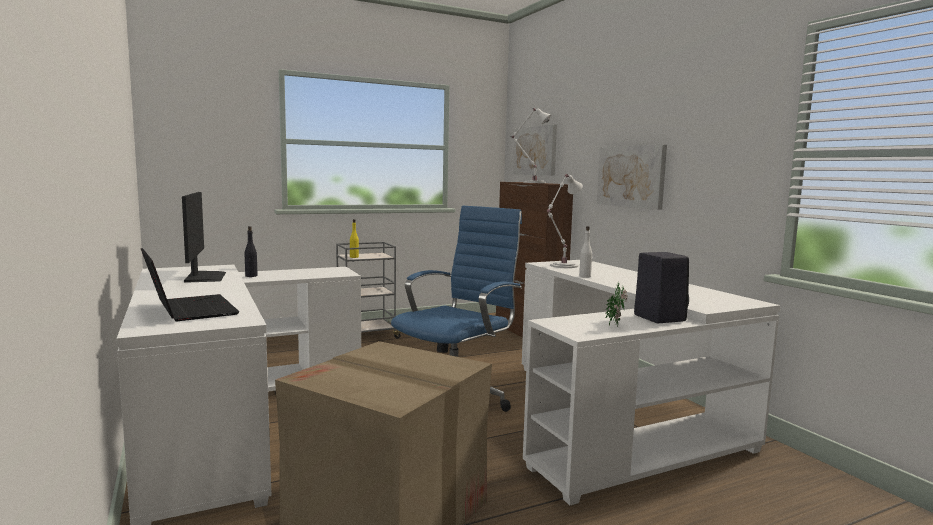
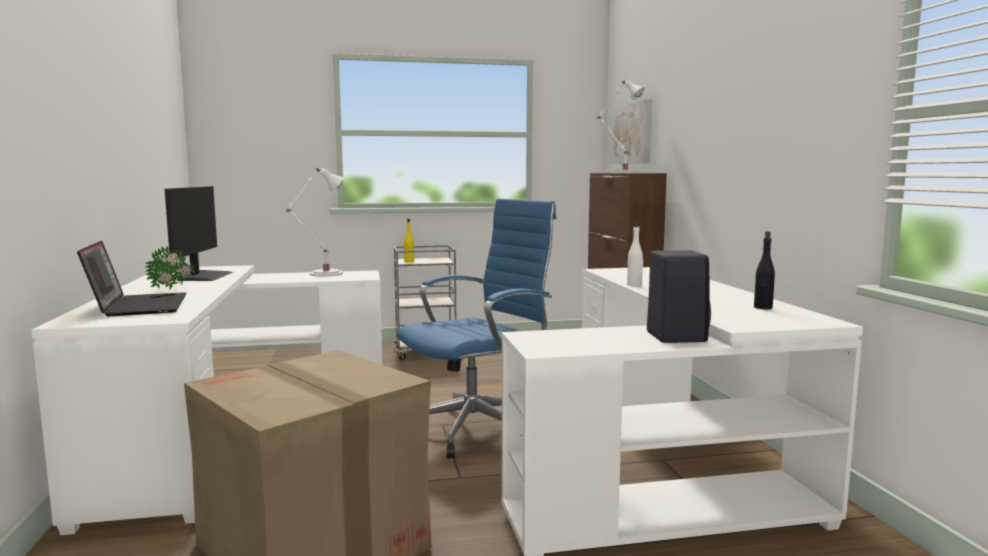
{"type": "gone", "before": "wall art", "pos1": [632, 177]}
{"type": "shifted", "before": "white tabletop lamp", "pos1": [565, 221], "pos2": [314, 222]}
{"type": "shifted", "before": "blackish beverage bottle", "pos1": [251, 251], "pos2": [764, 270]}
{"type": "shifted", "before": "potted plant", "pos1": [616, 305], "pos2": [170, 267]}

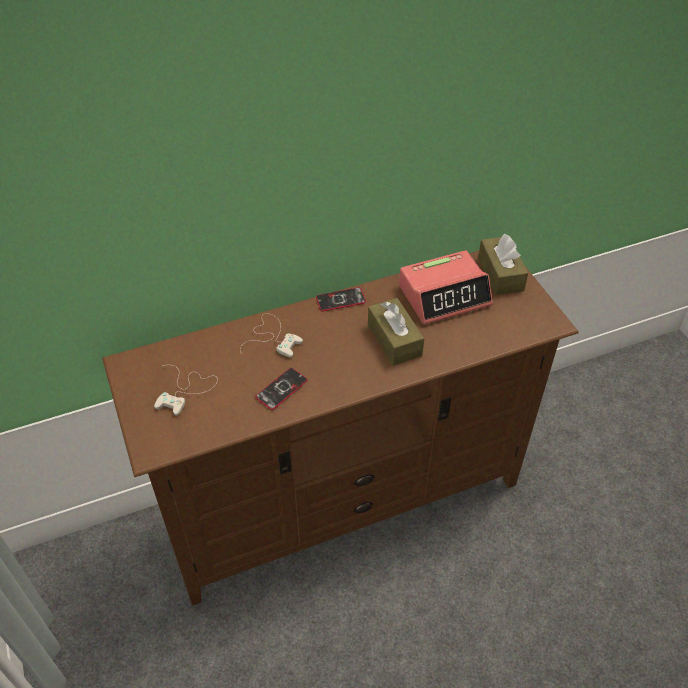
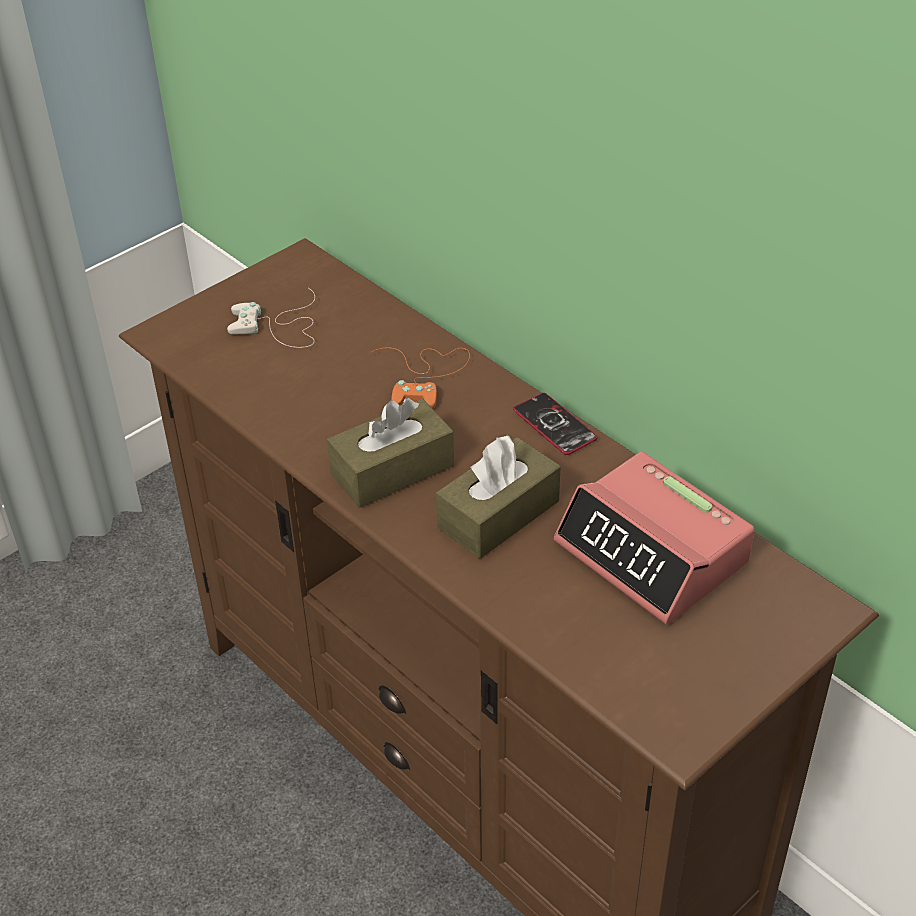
{"type": "shifted", "before": "brownish tissue holder", "pos1": [503, 264], "pos2": [390, 453]}
{"type": "repainted", "before": "white gamepad", "after": "orange gamepad", "pos1": [271, 335], "pos2": [420, 378]}
{"type": "gone", "before": "handset", "pos1": [281, 389]}

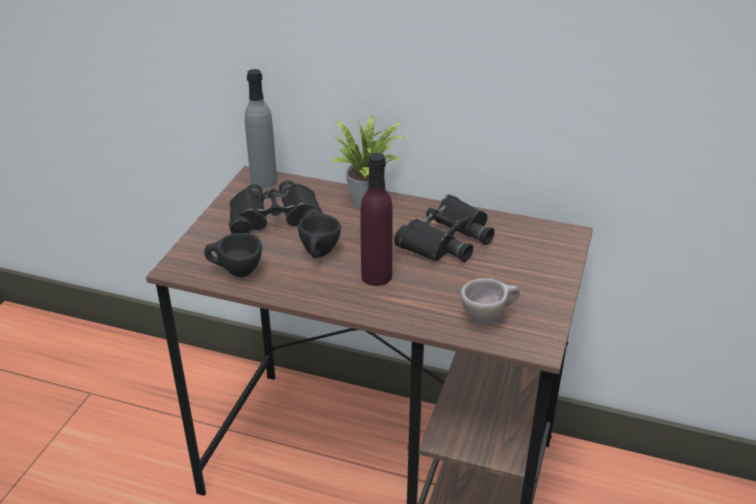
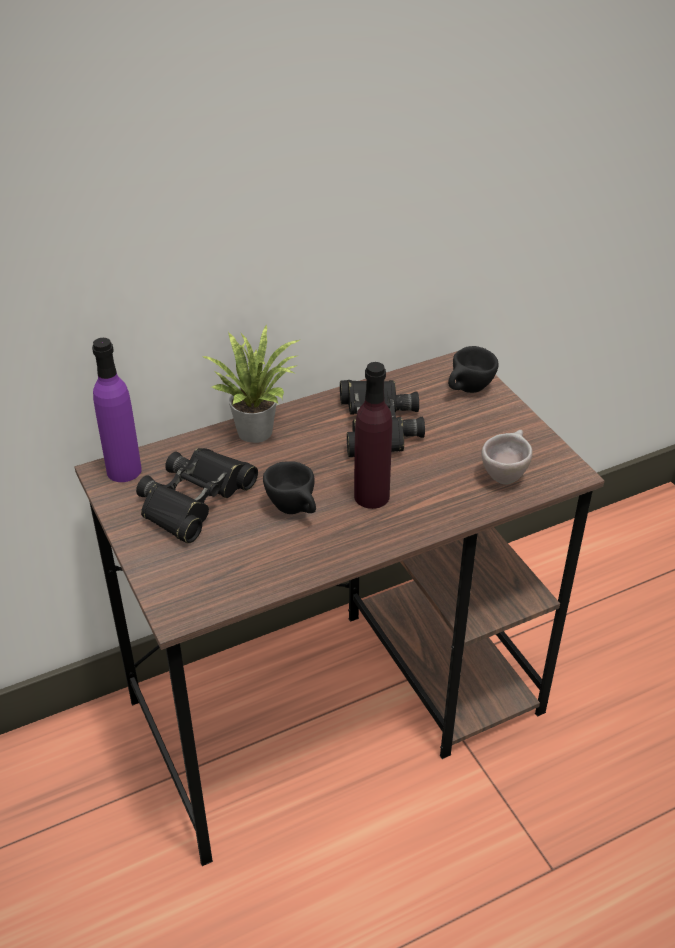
{"type": "repainted", "before": "gray beverage bottle", "after": "purplish beverage bottle", "pos1": [261, 129], "pos2": [117, 410]}
{"type": "shifted", "before": "blackish drinking cup", "pos1": [233, 255], "pos2": [473, 369]}

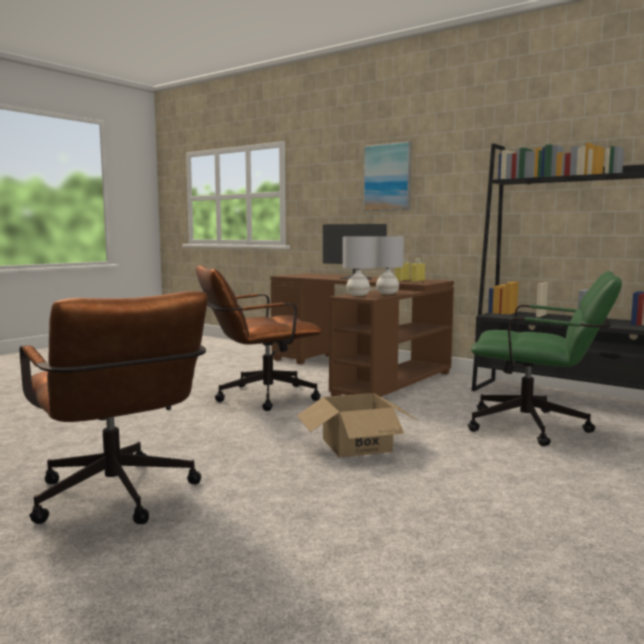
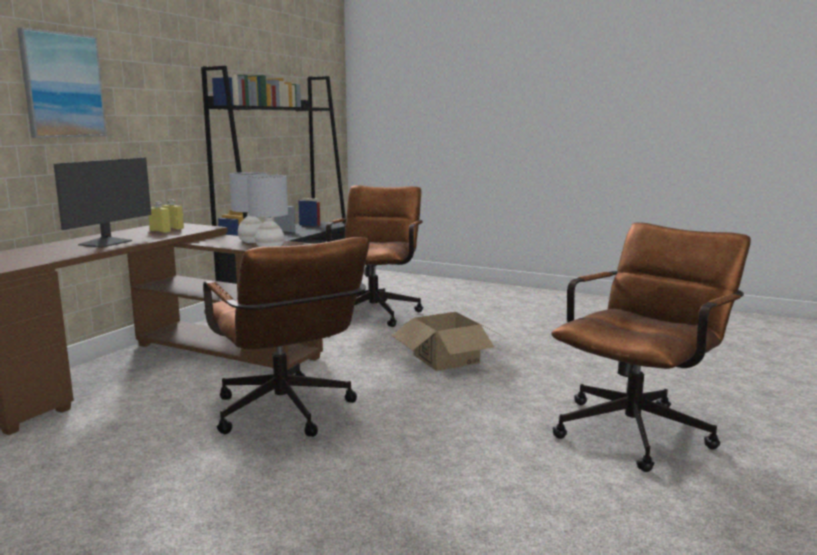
{"type": "repainted", "before": "green computer chair", "after": "brownish computer chair", "pos1": [545, 358], "pos2": [374, 256]}

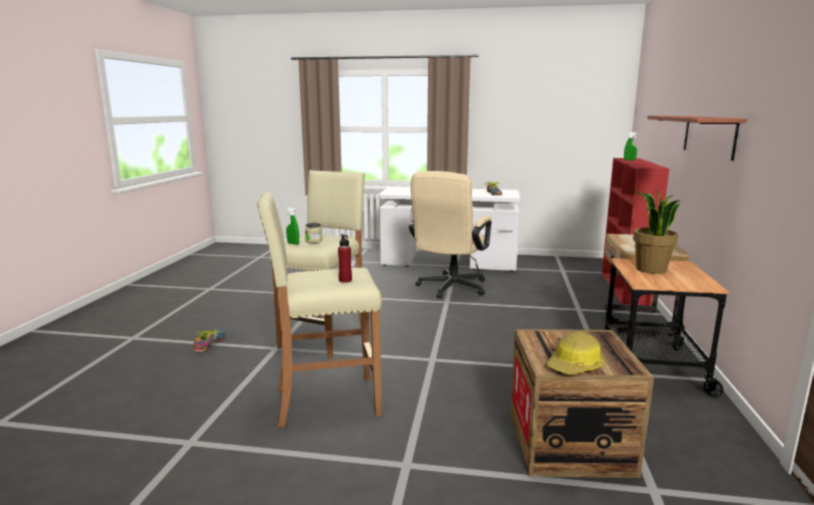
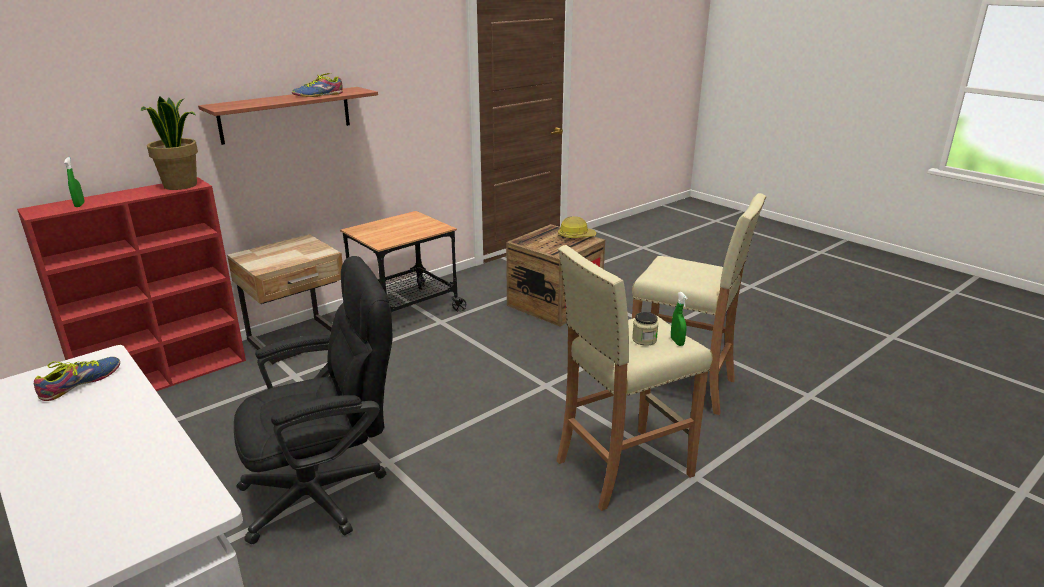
{"type": "repainted", "before": "beige computer chair", "after": "blackish computer chair", "pos1": [450, 235], "pos2": [313, 400]}
{"type": "shifted", "before": "potted plant", "pos1": [657, 232], "pos2": [169, 143]}
{"type": "gone", "before": "reddish beverage bottle", "pos1": [345, 258]}
{"type": "shifted", "before": "item of footwear", "pos1": [210, 340], "pos2": [317, 85]}

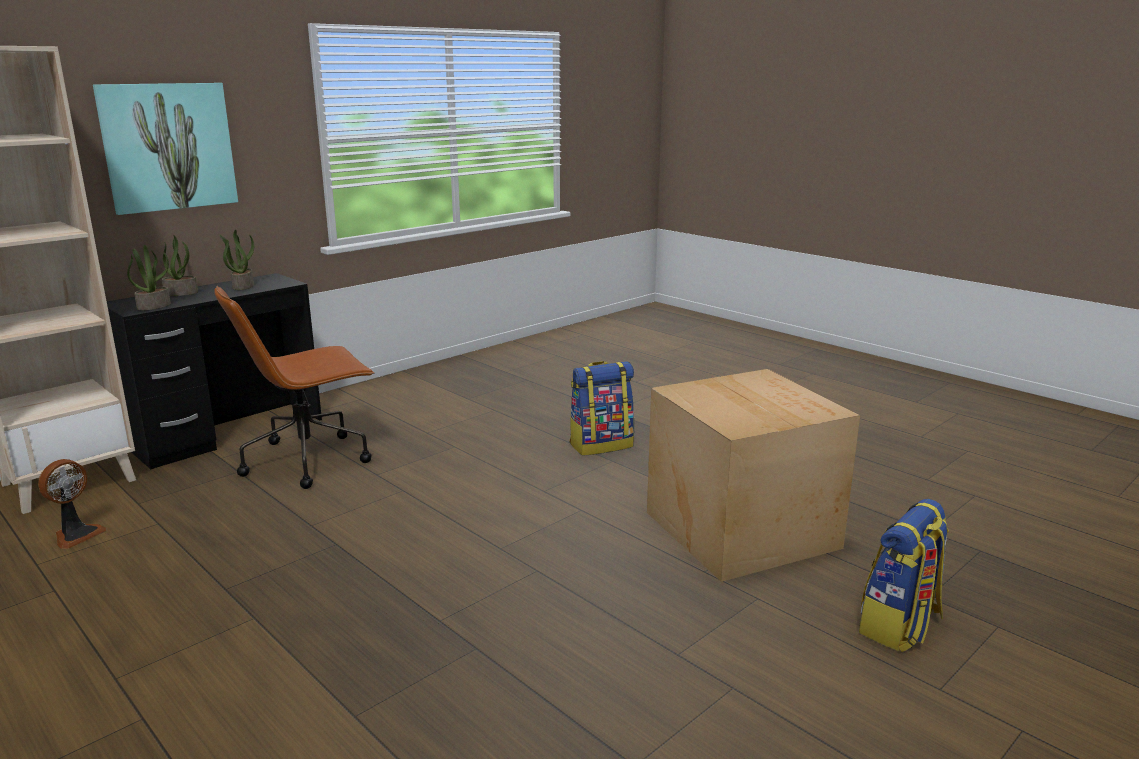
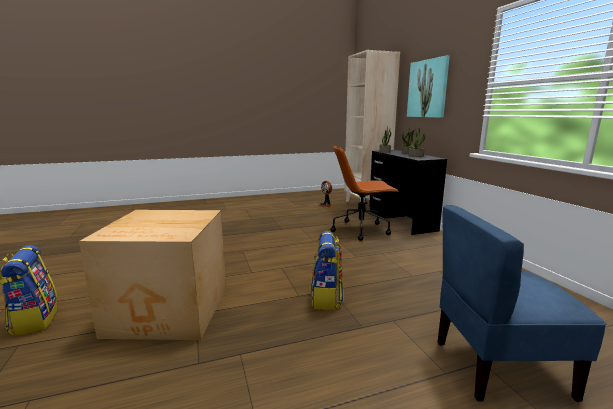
{"type": "rotated", "before": "brownish computer chair", "pos1": [294, 387], "pos2": [365, 193], "turn": -90}
{"type": "new", "after": "blue-coloured upright chair", "pos2": [522, 303]}

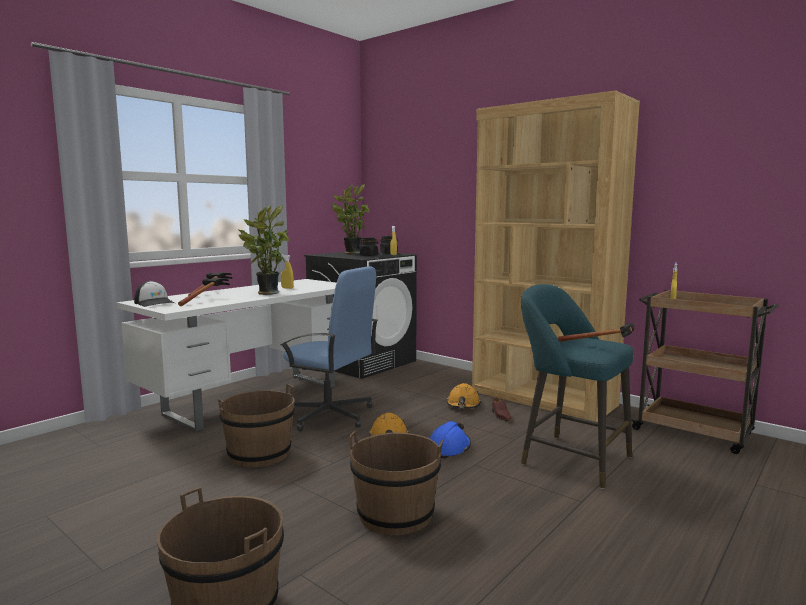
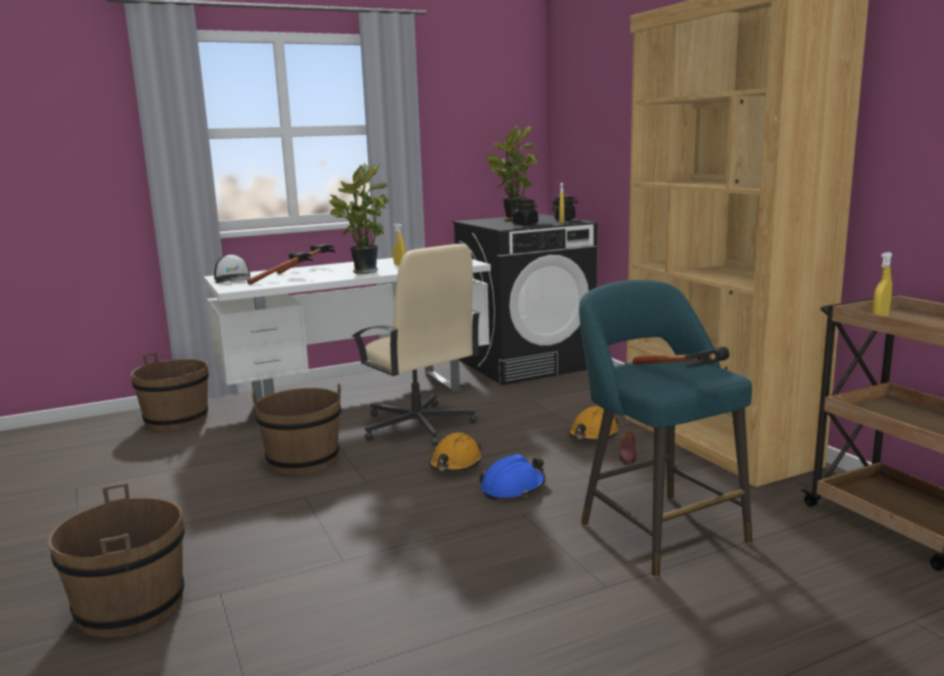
{"type": "repainted", "before": "blue-coloured computer chair", "after": "beige computer chair", "pos1": [329, 348], "pos2": [416, 345]}
{"type": "shifted", "before": "brownish bucket", "pos1": [396, 483], "pos2": [170, 391]}

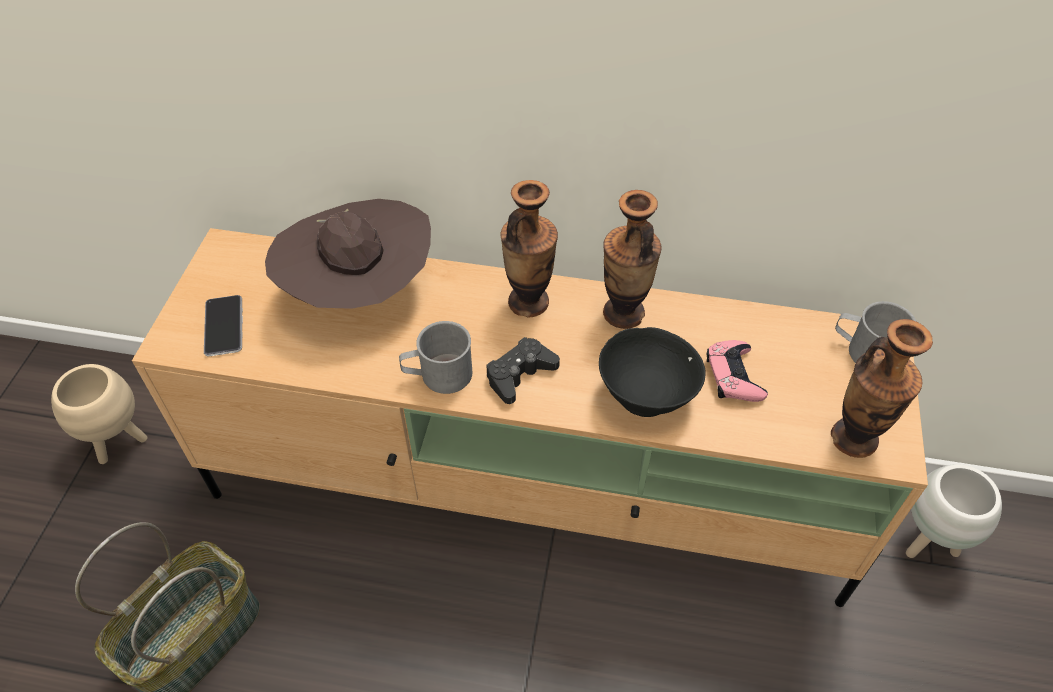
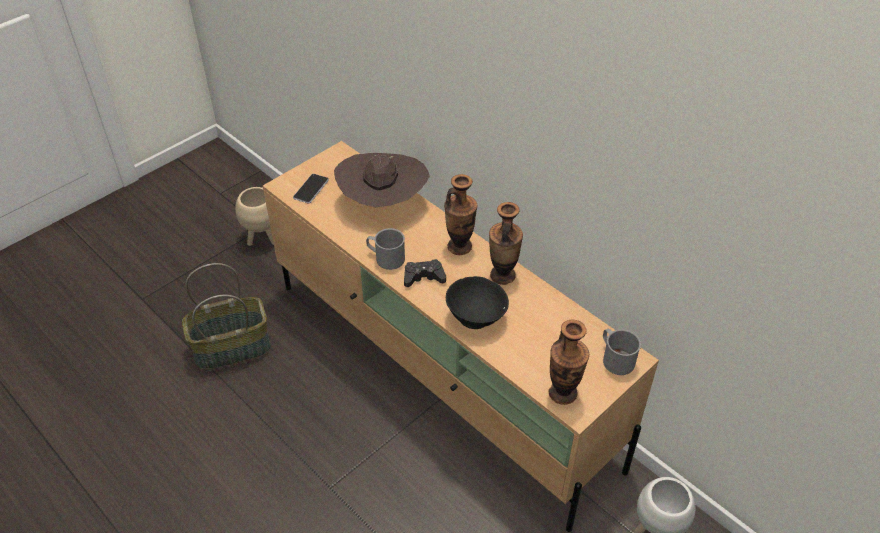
{"type": "gone", "before": "pink-coloured gamepad", "pos1": [737, 371]}

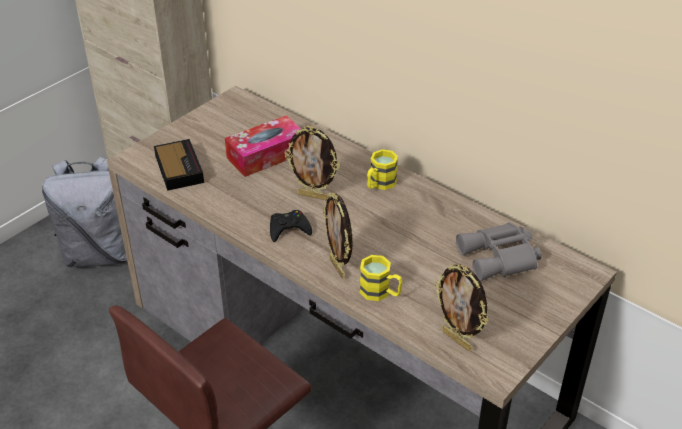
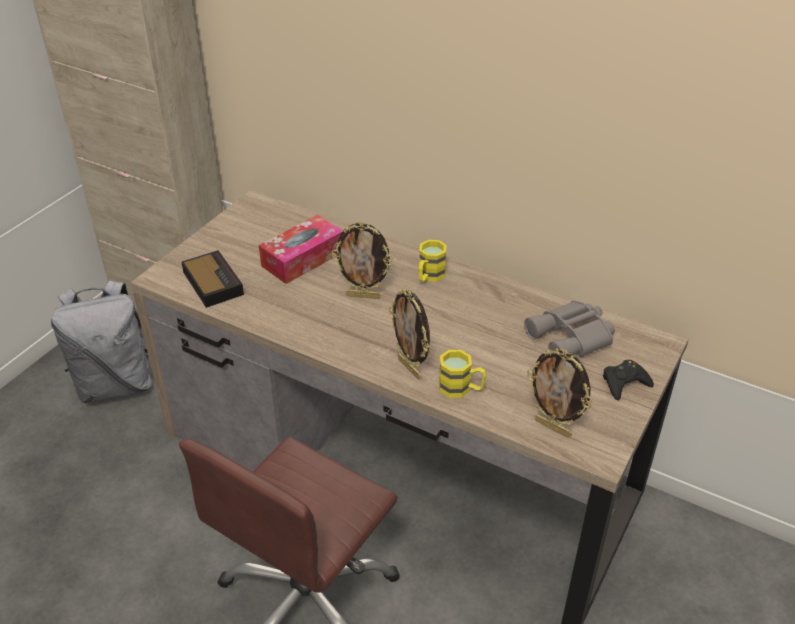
{"type": "shifted", "before": "blackish gamepad", "pos1": [291, 226], "pos2": [628, 380]}

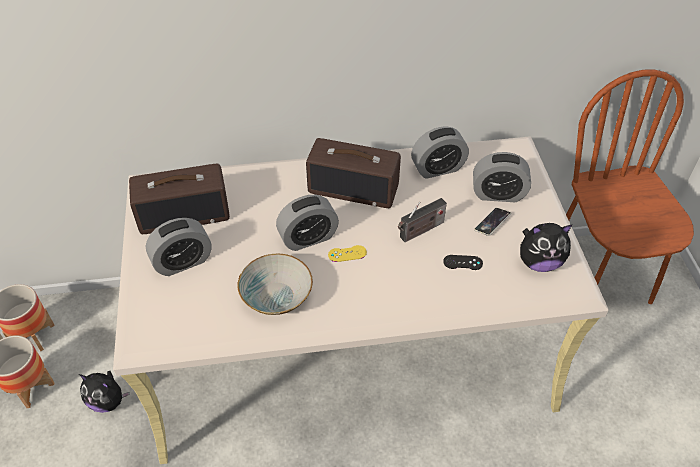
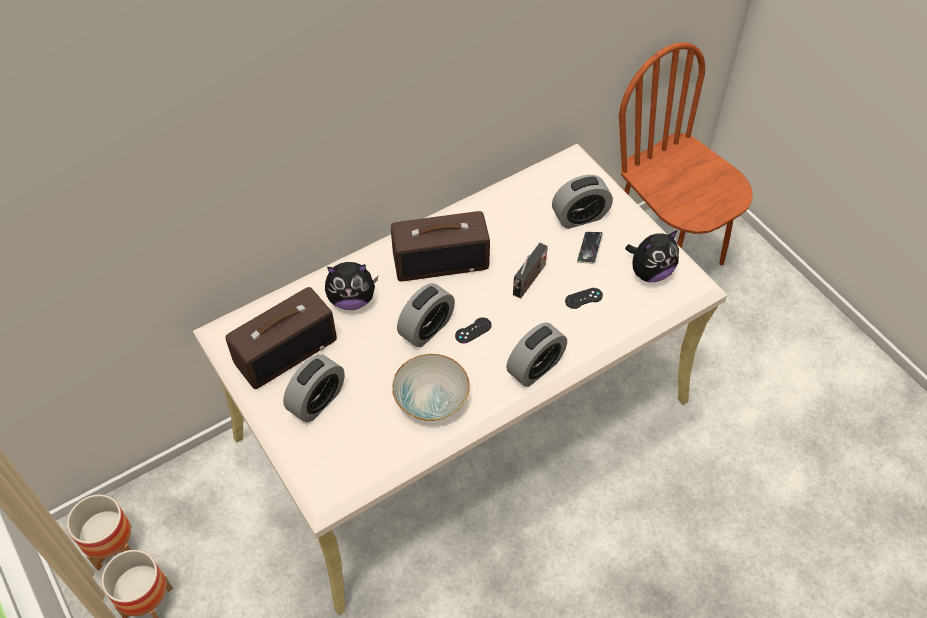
{"type": "shifted", "before": "bedside clock", "pos1": [440, 152], "pos2": [536, 354]}
{"type": "repainted", "before": "yellow gamepad", "after": "blackish gamepad", "pos1": [347, 253], "pos2": [473, 330]}
{"type": "shifted", "before": "soft toy", "pos1": [104, 392], "pos2": [351, 286]}

